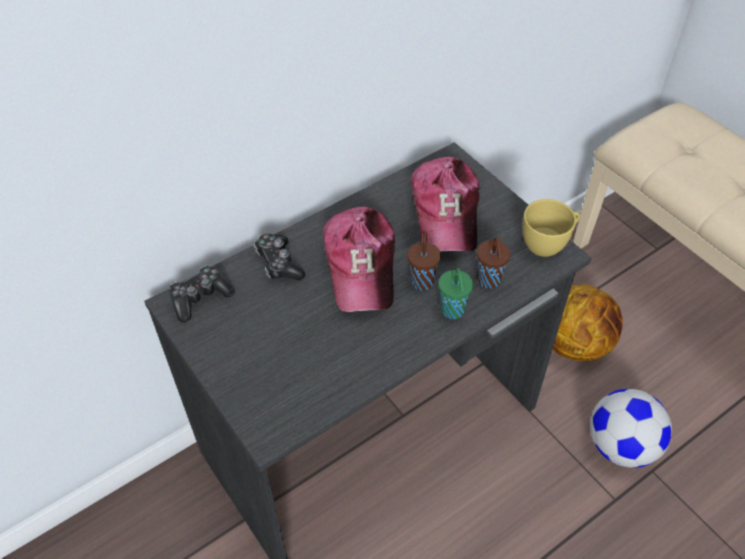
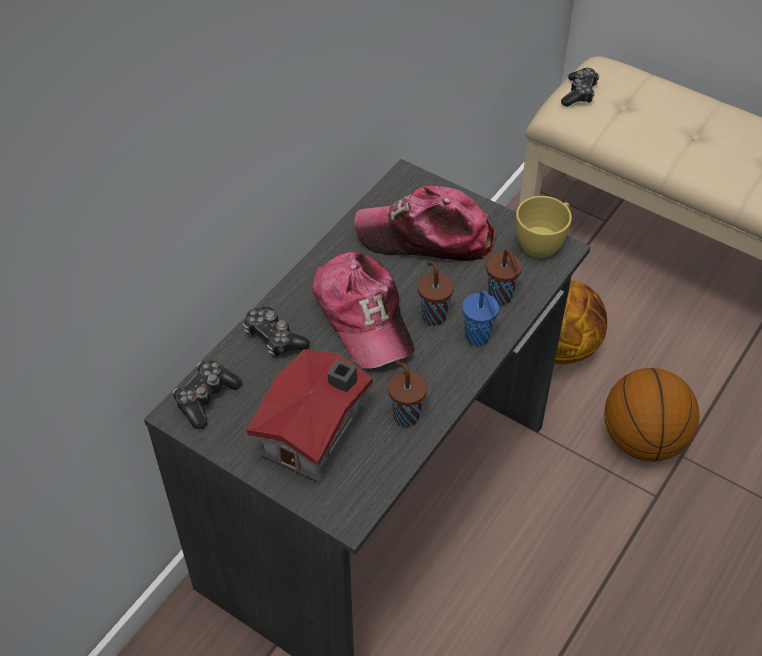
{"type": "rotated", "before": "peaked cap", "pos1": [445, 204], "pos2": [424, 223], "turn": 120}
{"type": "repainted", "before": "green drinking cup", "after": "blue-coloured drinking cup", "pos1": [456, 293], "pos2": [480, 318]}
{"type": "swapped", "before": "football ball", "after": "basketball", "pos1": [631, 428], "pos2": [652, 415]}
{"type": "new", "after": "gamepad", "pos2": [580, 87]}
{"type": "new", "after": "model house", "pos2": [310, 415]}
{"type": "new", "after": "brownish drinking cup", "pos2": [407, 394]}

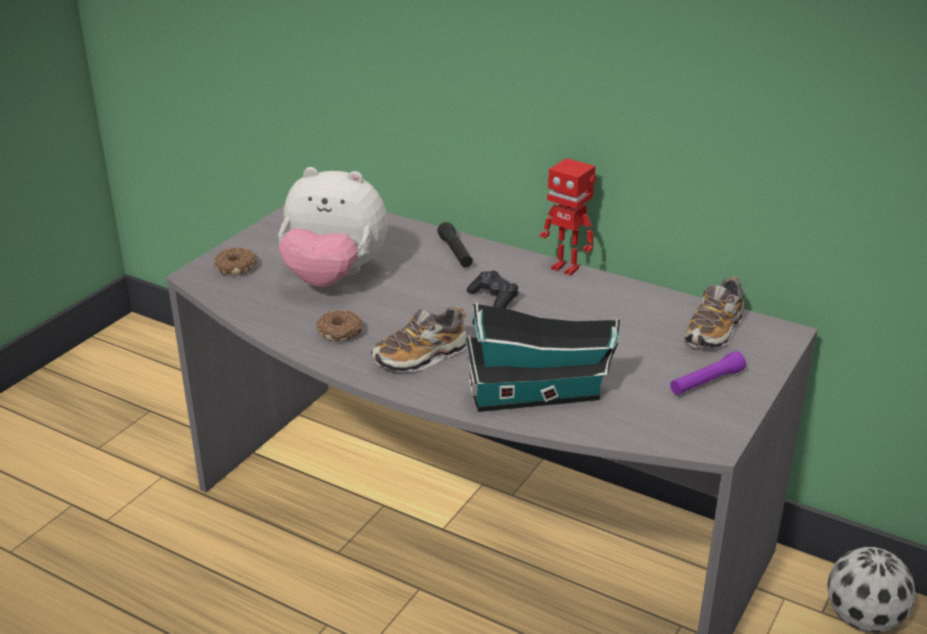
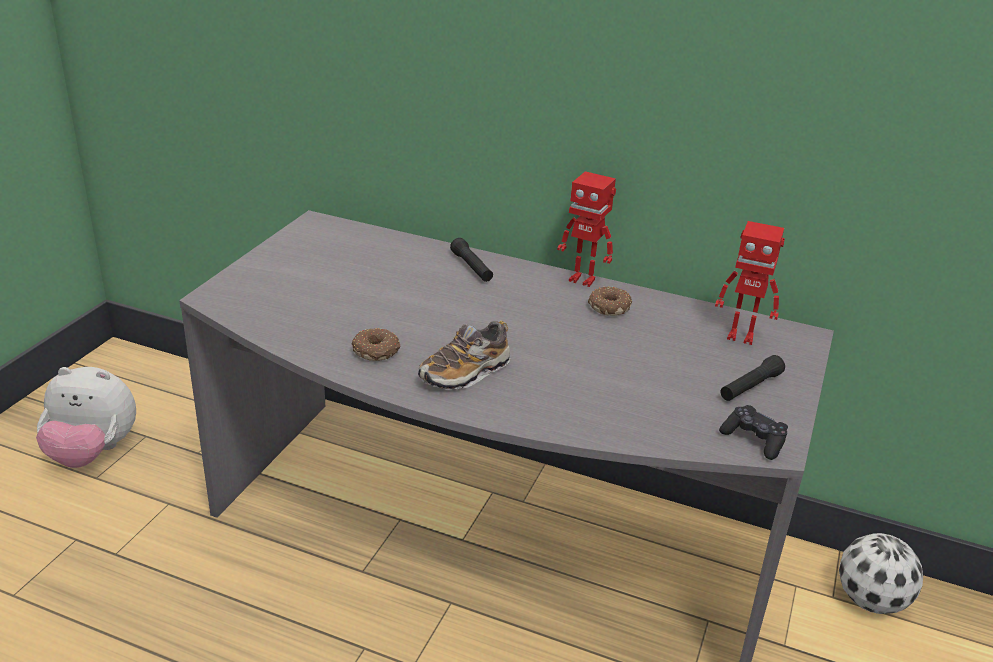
{"type": "shifted", "before": "soft toy", "pos1": [333, 227], "pos2": [86, 417]}
{"type": "shifted", "before": "donut", "pos1": [235, 261], "pos2": [610, 301]}
{"type": "shifted", "before": "blackish gamepad", "pos1": [493, 290], "pos2": [753, 432]}
{"type": "swapped", "before": "item of footwear", "after": "model robot", "pos1": [714, 312], "pos2": [750, 283]}
{"type": "gone", "before": "model house", "pos1": [543, 357]}
{"type": "repainted", "before": "purplish torch", "after": "blackish torch", "pos1": [708, 373], "pos2": [752, 378]}

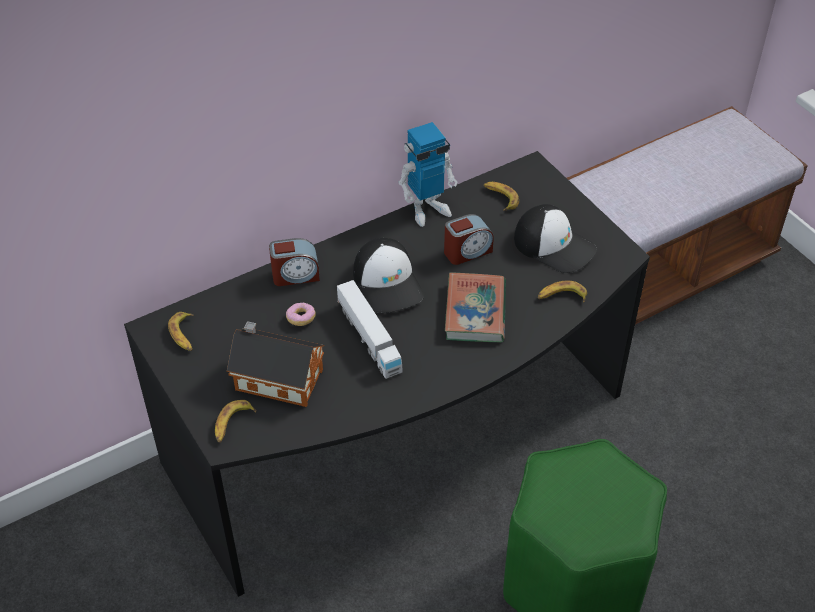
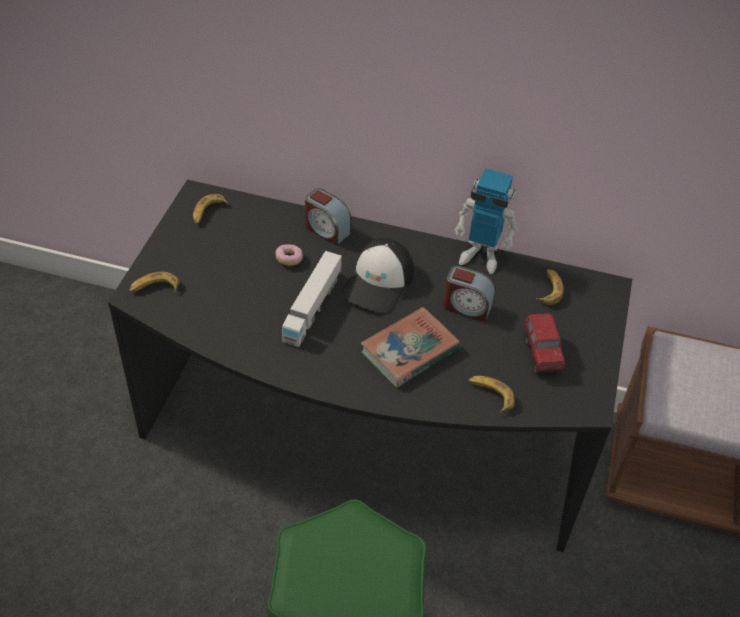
{"type": "swapped", "before": "peaked cap", "after": "model truck", "pos1": [555, 238], "pos2": [544, 344]}
{"type": "gone", "before": "model house", "pos1": [275, 364]}

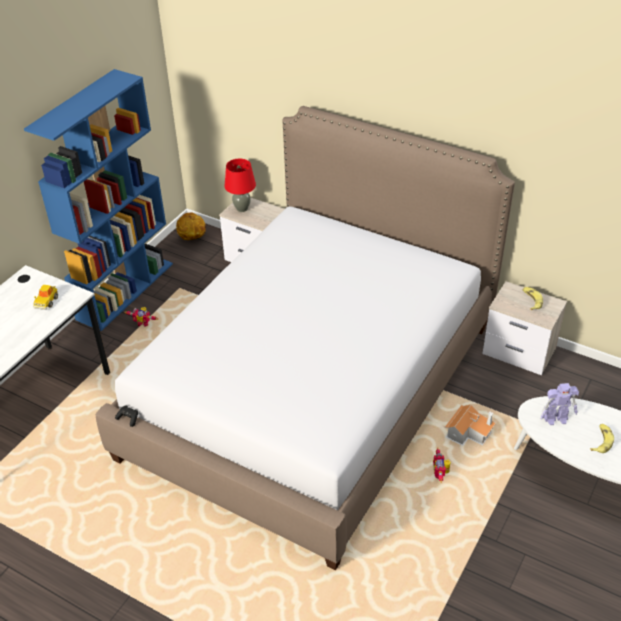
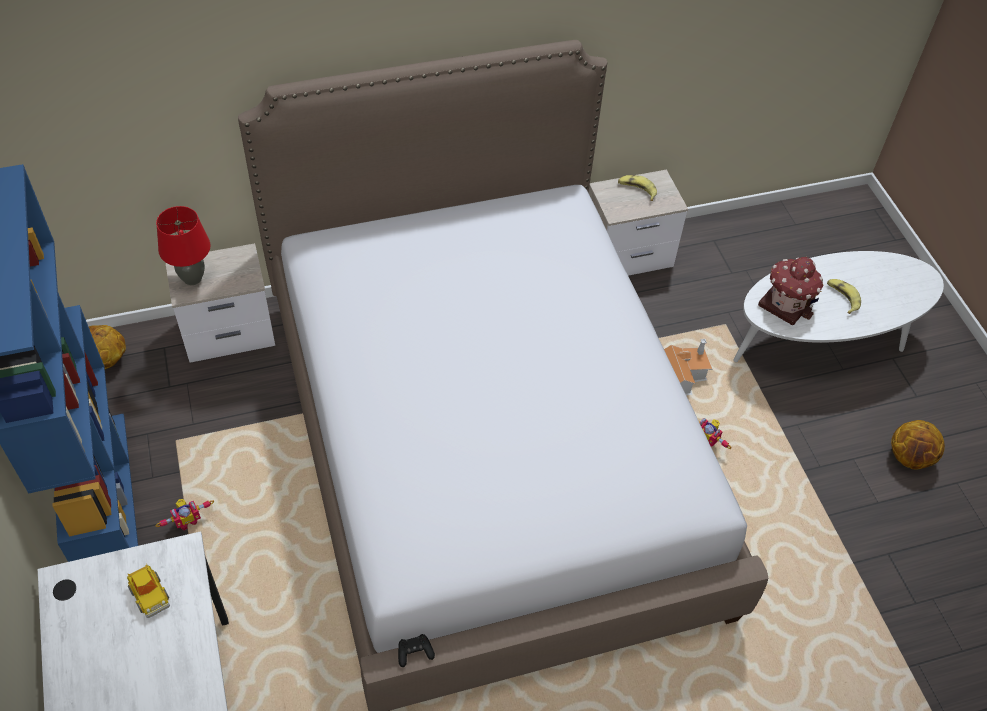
{"type": "swapped", "before": "model robot", "after": "model house", "pos1": [559, 404], "pos2": [791, 291]}
{"type": "new", "after": "basketball", "pos2": [918, 444]}

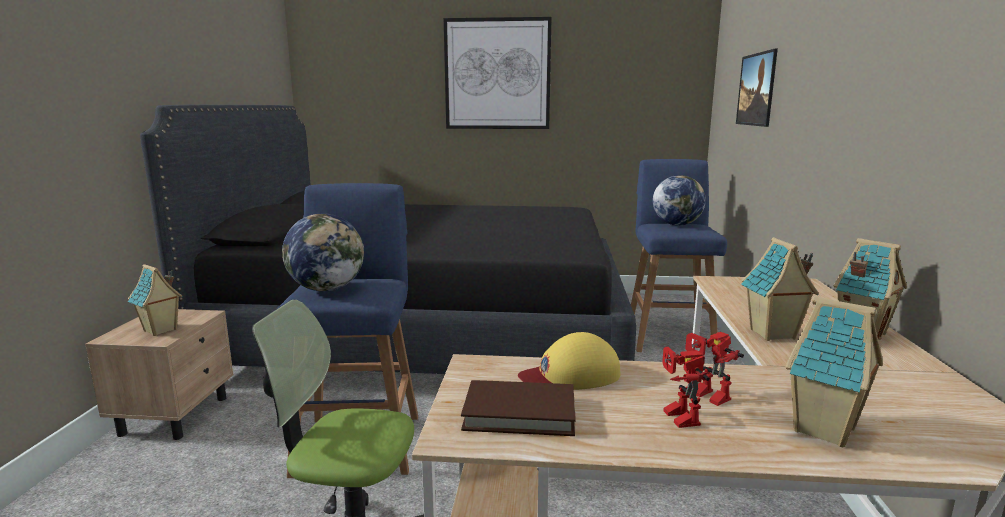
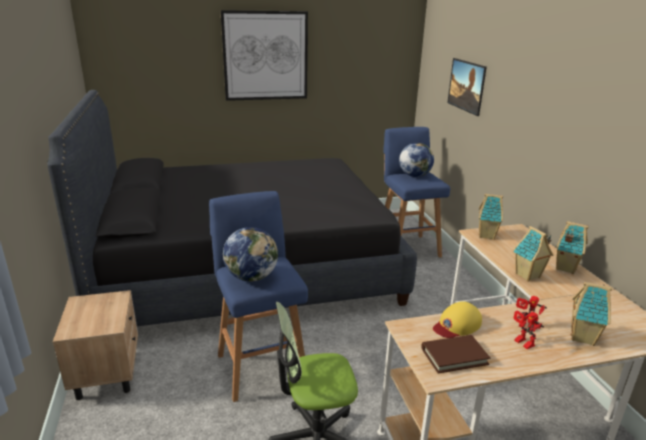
{"type": "shifted", "before": "model house", "pos1": [155, 300], "pos2": [491, 217]}

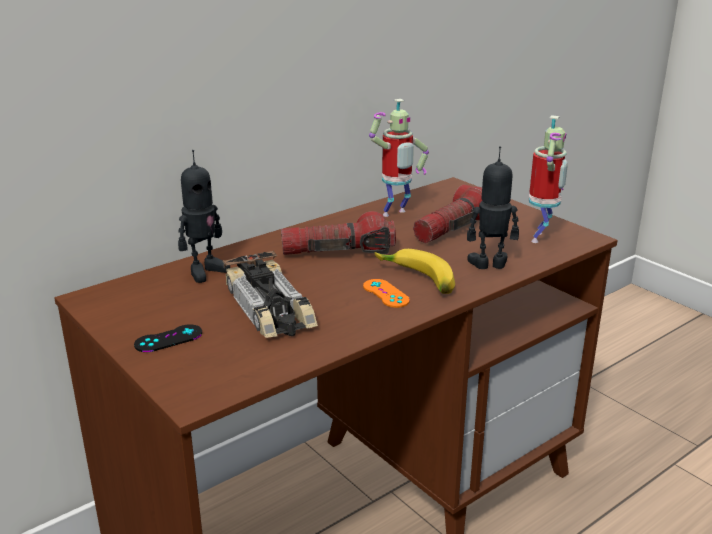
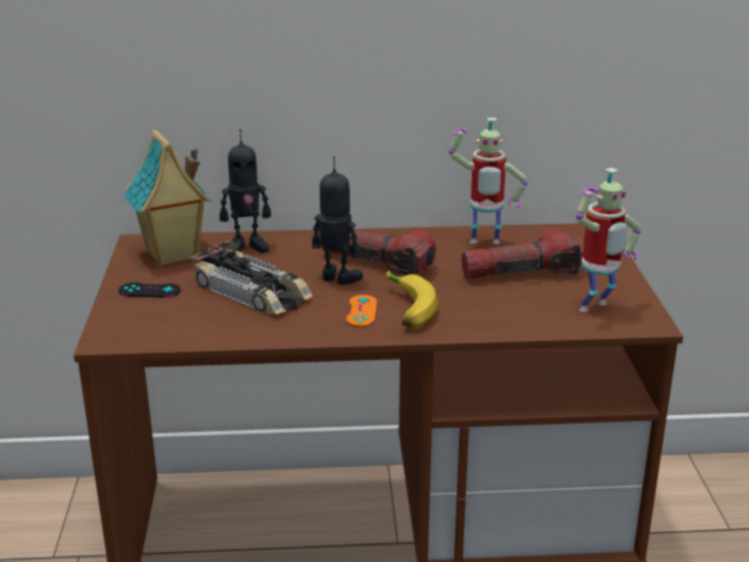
{"type": "shifted", "before": "model robot", "pos1": [493, 207], "pos2": [337, 221]}
{"type": "rotated", "before": "model car", "pos1": [270, 294], "pos2": [251, 277], "turn": -60}
{"type": "new", "after": "model house", "pos2": [167, 198]}

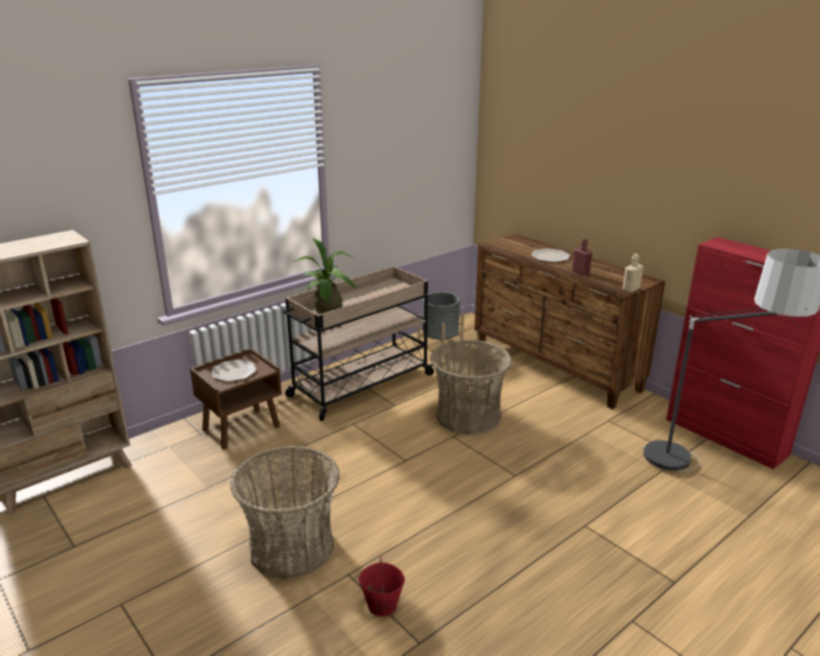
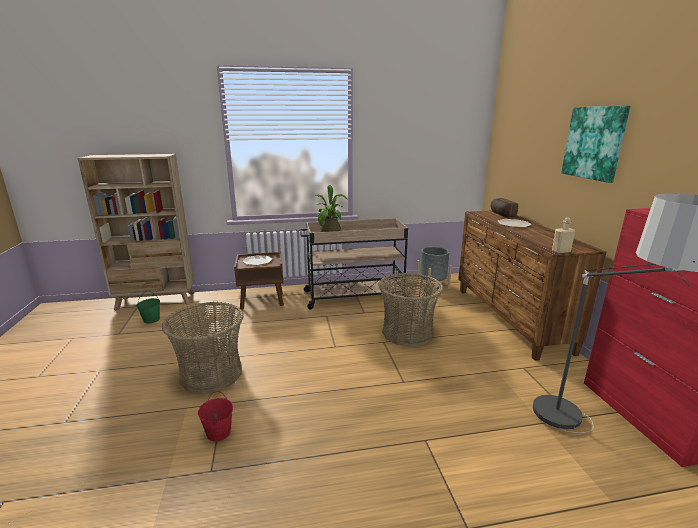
{"type": "gone", "before": "reddish beverage bottle", "pos1": [582, 256]}
{"type": "new", "after": "wall art", "pos2": [595, 144]}
{"type": "new", "after": "bread", "pos2": [504, 207]}
{"type": "new", "after": "green bucket", "pos2": [148, 307]}

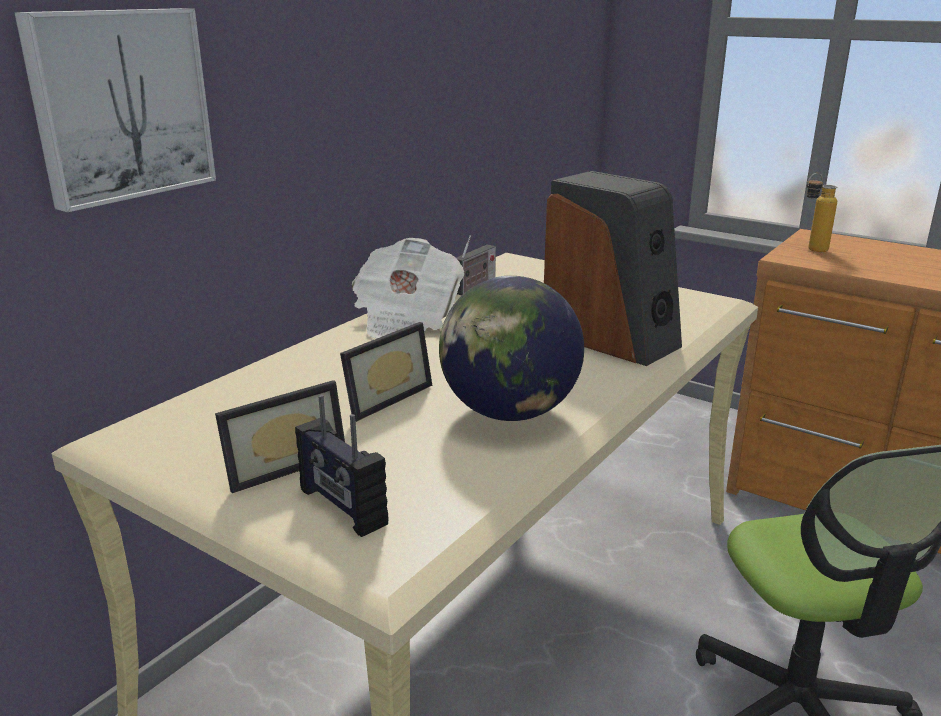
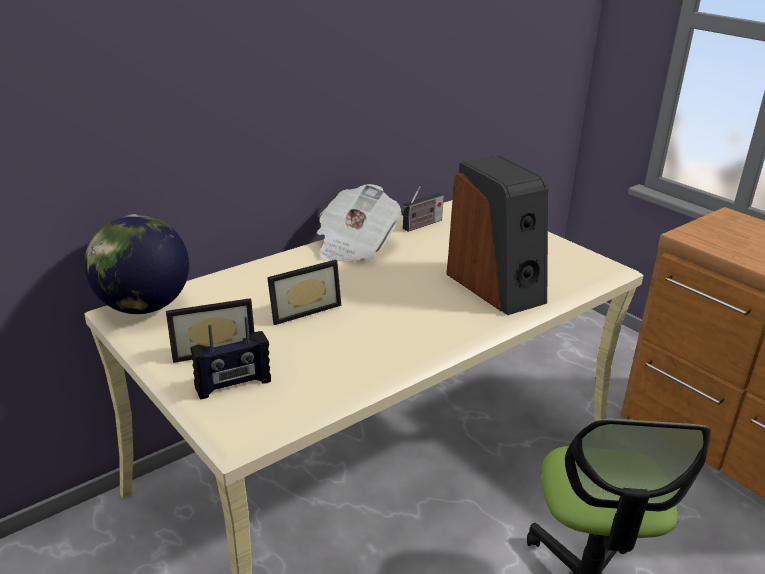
{"type": "gone", "before": "wall art", "pos1": [115, 110]}
{"type": "gone", "before": "beverage bottle", "pos1": [822, 212]}
{"type": "shifted", "before": "world globe", "pos1": [511, 348], "pos2": [136, 264]}
{"type": "rotated", "before": "radio", "pos1": [341, 466], "pos2": [230, 357], "turn": -90}

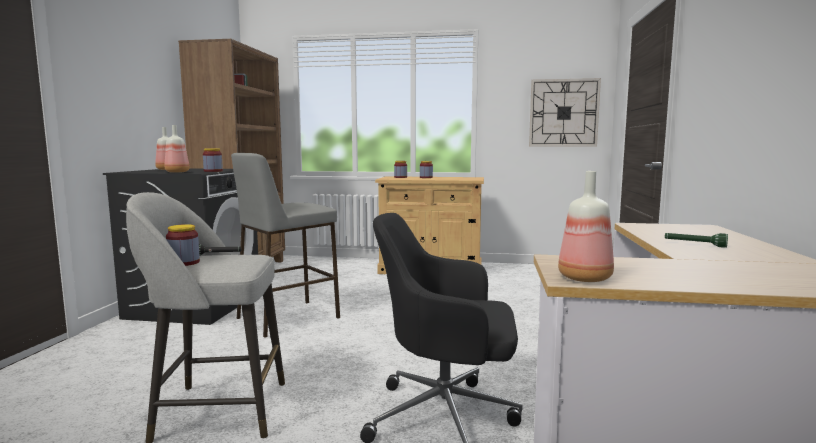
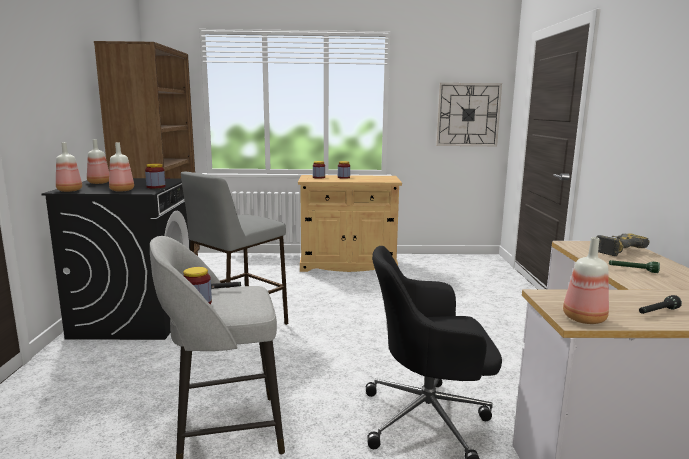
{"type": "new", "after": "beverage bottle", "pos2": [69, 167]}
{"type": "new", "after": "electric drill", "pos2": [623, 244]}
{"type": "new", "after": "blackish torch", "pos2": [660, 304]}

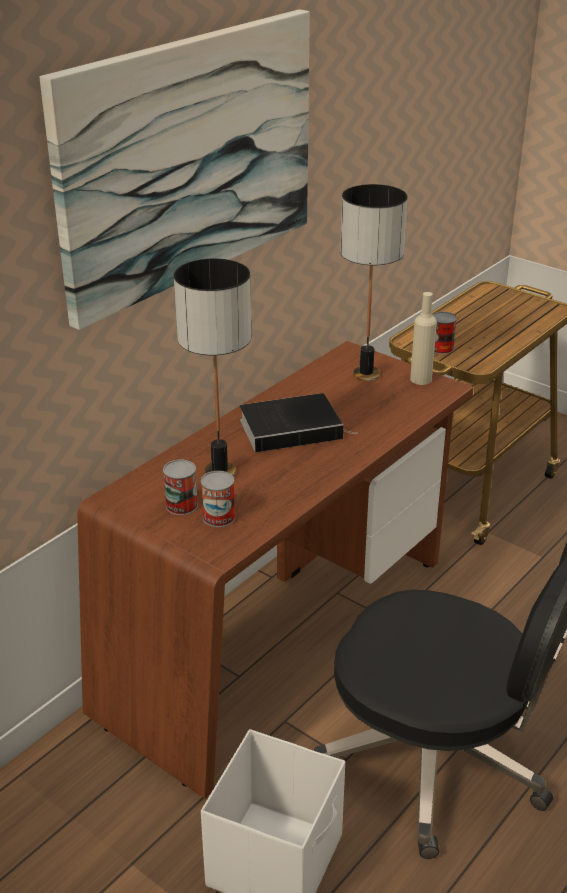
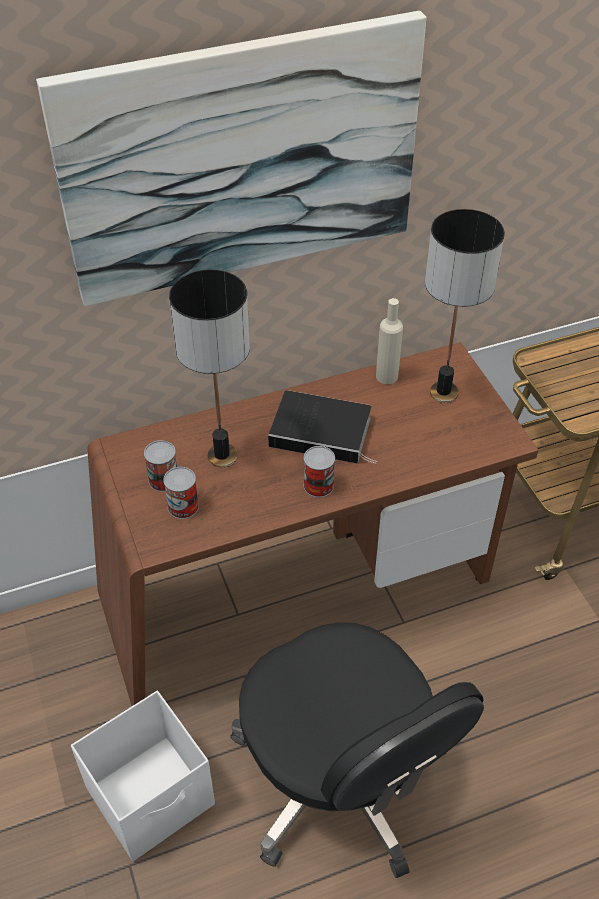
{"type": "shifted", "before": "beige beverage bottle", "pos1": [423, 338], "pos2": [389, 341]}
{"type": "shifted", "before": "can", "pos1": [444, 333], "pos2": [319, 471]}

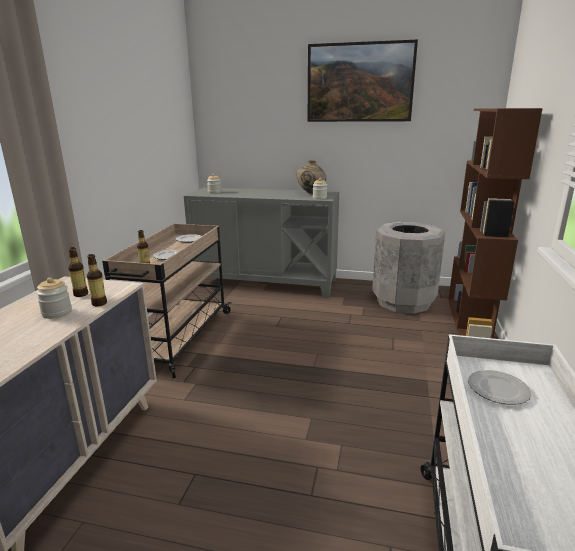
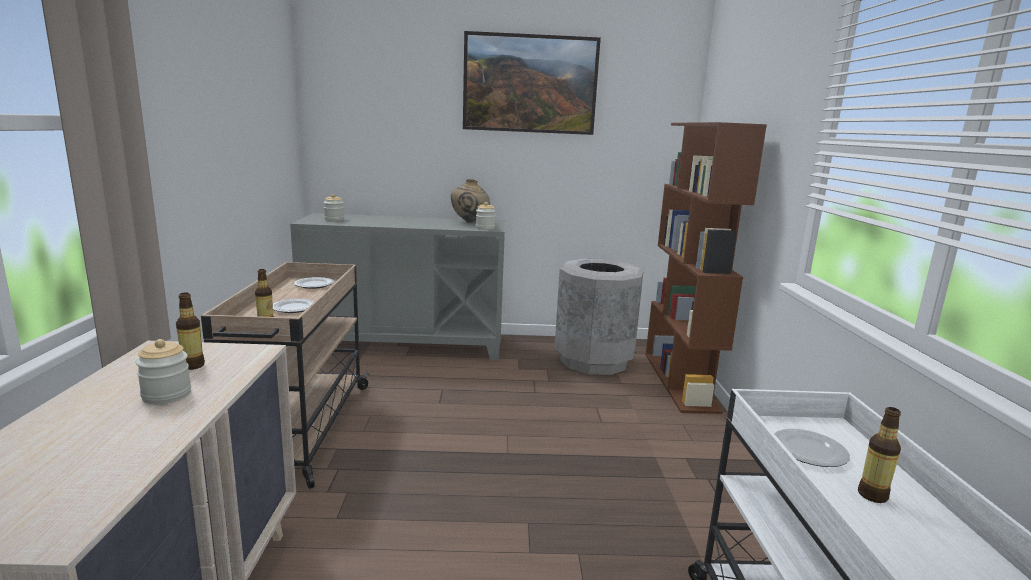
{"type": "shifted", "before": "beverage bottle", "pos1": [97, 280], "pos2": [879, 455]}

